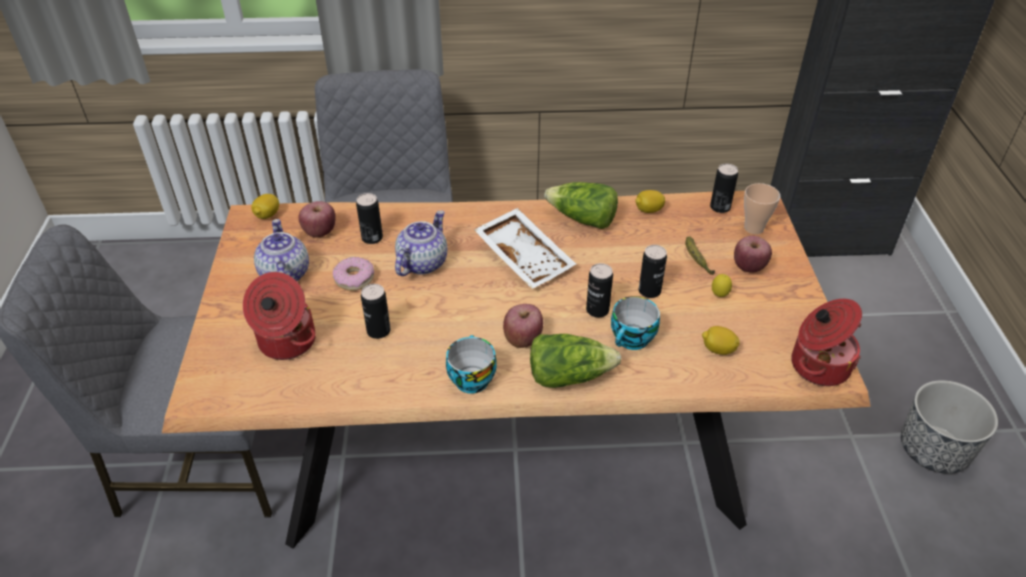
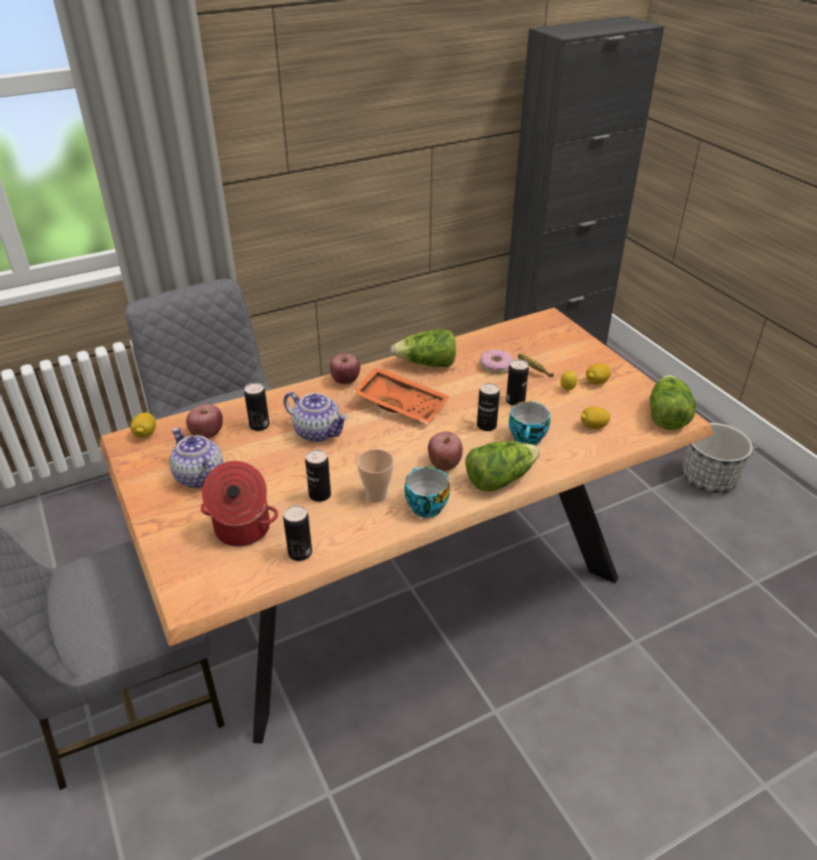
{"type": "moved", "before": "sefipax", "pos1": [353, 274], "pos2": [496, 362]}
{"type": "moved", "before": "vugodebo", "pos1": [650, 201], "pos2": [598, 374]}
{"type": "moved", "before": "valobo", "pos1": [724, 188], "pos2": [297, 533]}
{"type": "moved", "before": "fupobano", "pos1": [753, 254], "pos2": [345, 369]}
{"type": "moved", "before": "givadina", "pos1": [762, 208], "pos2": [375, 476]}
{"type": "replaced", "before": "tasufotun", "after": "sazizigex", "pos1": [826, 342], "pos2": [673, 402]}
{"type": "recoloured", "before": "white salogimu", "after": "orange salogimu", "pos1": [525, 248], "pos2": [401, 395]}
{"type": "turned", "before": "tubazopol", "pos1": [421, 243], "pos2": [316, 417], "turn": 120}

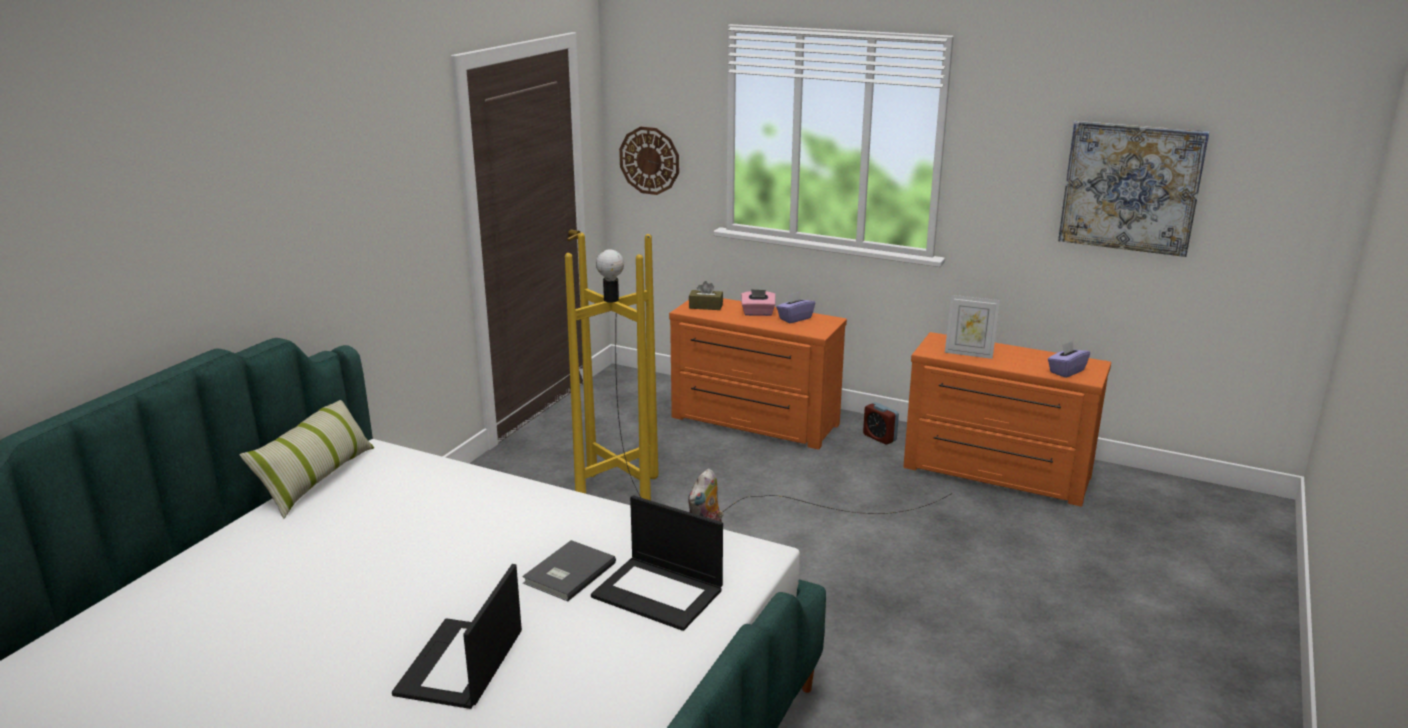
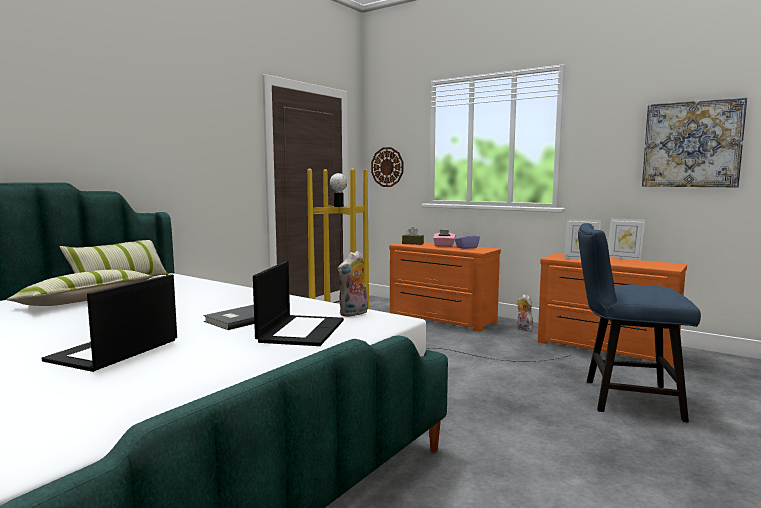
{"type": "removed", "before": "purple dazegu", "pos1": [1069, 359]}
{"type": "added", "after": "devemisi", "pos2": [80, 288]}
{"type": "added", "after": "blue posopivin", "pos2": [639, 322]}
{"type": "added", "after": "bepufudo", "pos2": [626, 239]}
{"type": "replaced", "before": "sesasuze", "after": "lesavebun", "pos1": [881, 423], "pos2": [525, 312]}
{"type": "turned", "before": "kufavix", "pos1": [657, 563], "pos2": [298, 303], "turn": -120}

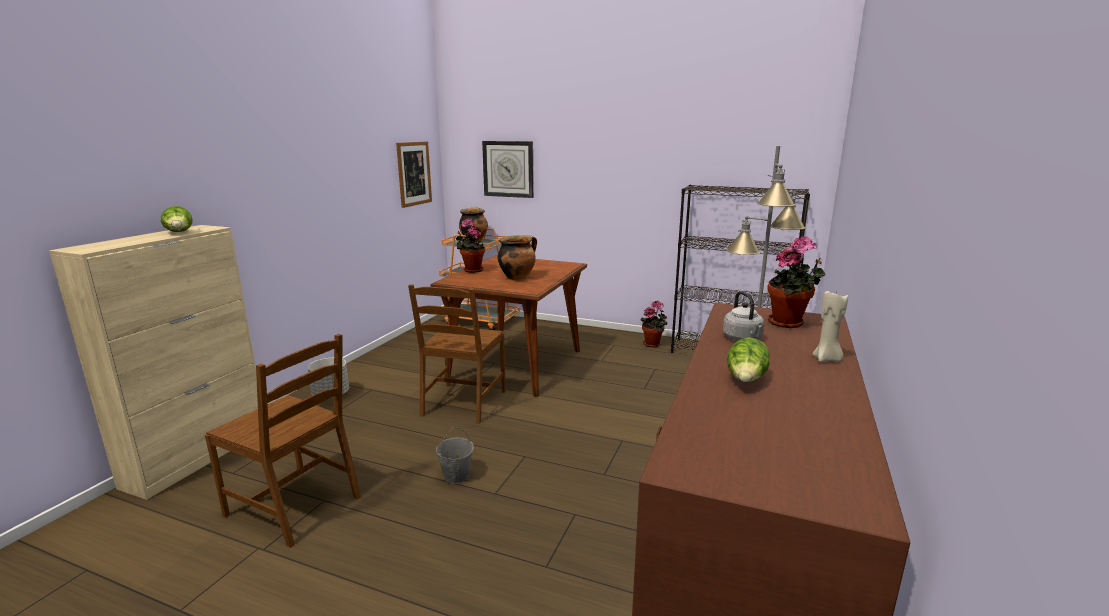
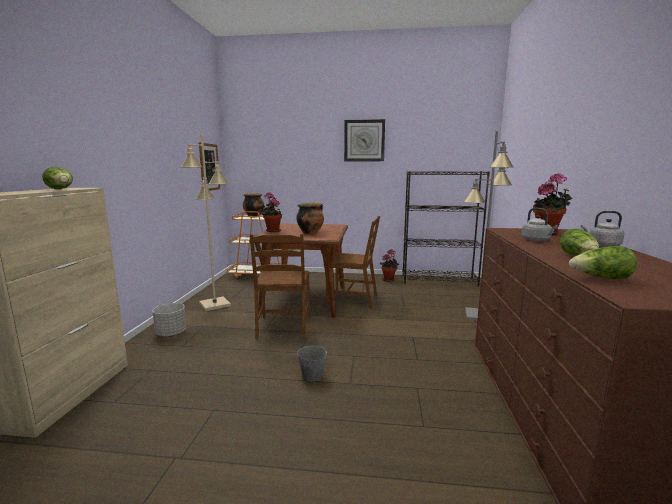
{"type": "added", "after": "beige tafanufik", "pos2": [206, 222]}
{"type": "added", "after": "sazizigex", "pos2": [603, 262]}
{"type": "moved", "before": "brown posopivin", "pos1": [283, 441], "pos2": [353, 262]}
{"type": "moved", "before": "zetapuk", "pos1": [508, 169], "pos2": [364, 140]}
{"type": "replaced", "before": "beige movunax", "after": "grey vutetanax", "pos1": [830, 326], "pos2": [603, 229]}

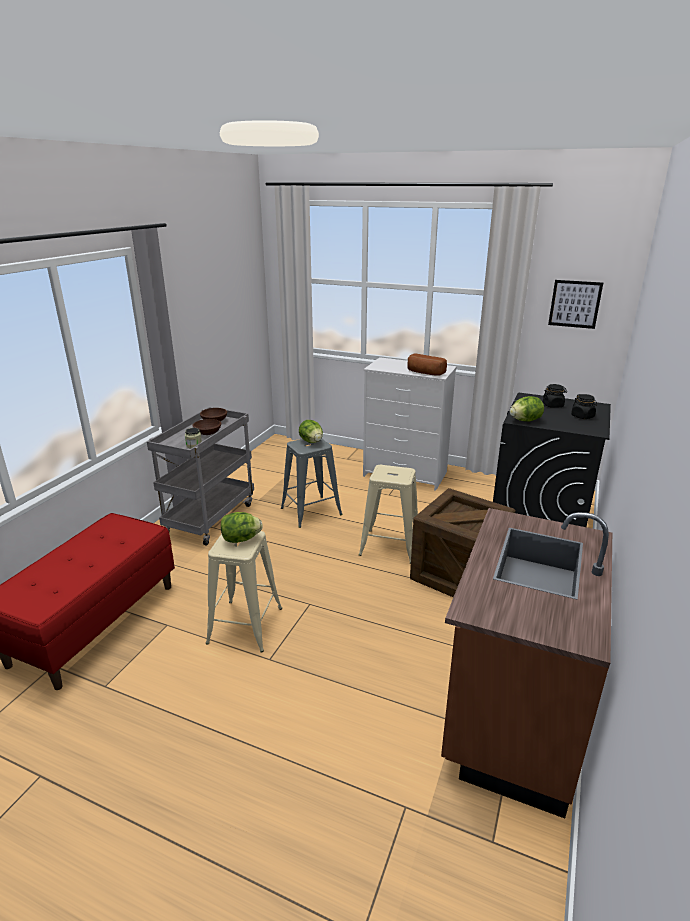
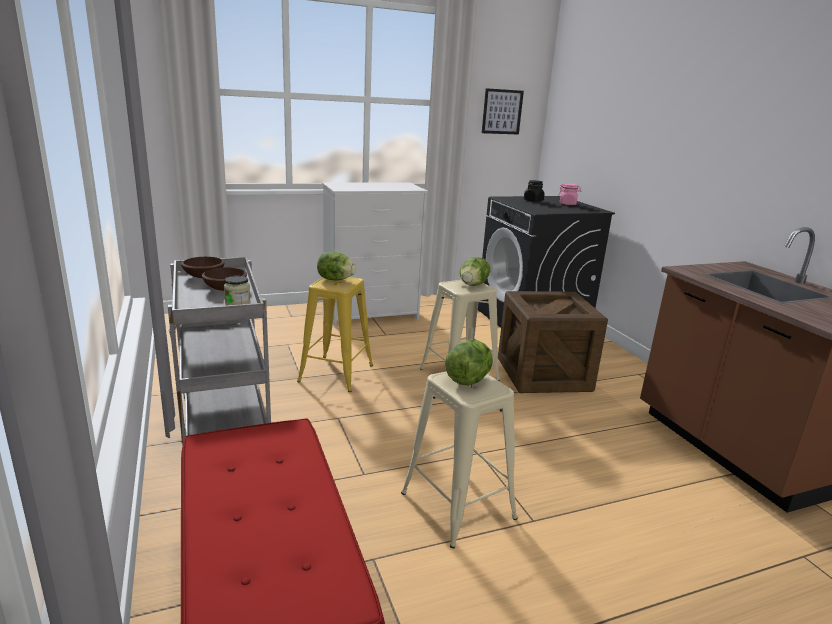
{"type": "removed", "before": "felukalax", "pos1": [427, 364]}
{"type": "moved", "before": "sazizigex", "pos1": [527, 409], "pos2": [475, 271]}
{"type": "recoloured", "before": "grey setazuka", "after": "yellow setazuka", "pos1": [312, 483], "pos2": [335, 334]}
{"type": "recoloured", "before": "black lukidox", "after": "pink lukidox", "pos1": [584, 406], "pos2": [569, 194]}

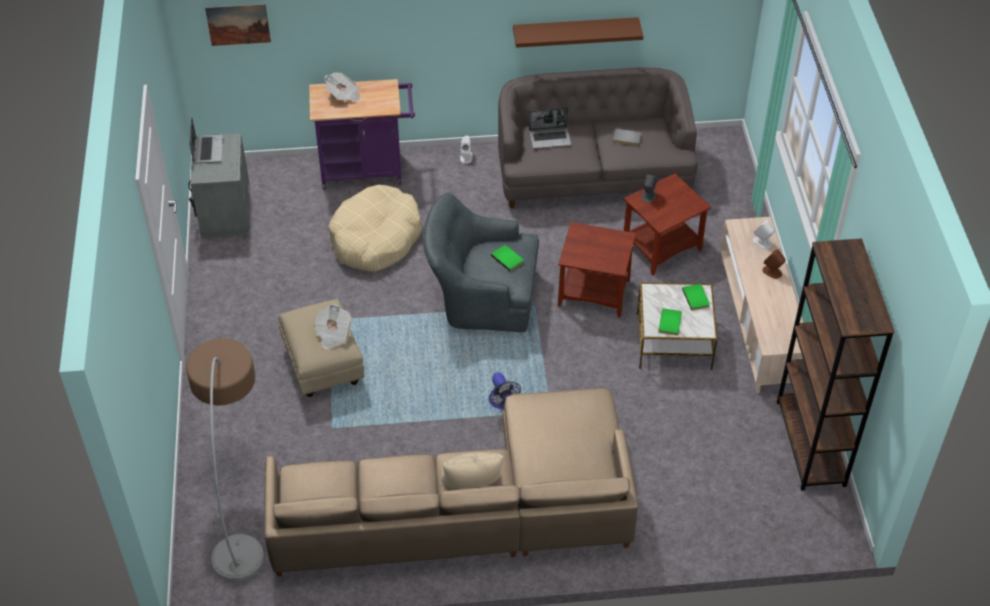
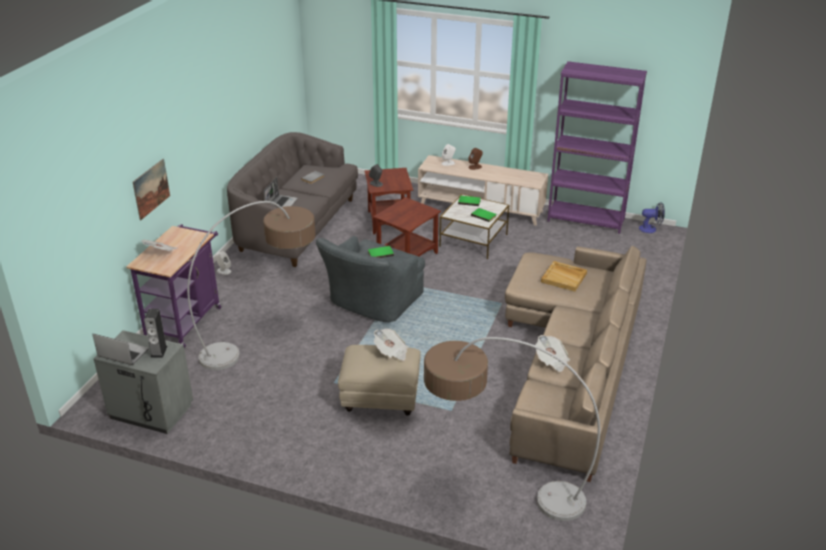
{"type": "removed", "before": "beige devemisi", "pos1": [472, 470]}
{"type": "removed", "before": "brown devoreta", "pos1": [578, 32]}
{"type": "added", "after": "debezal", "pos2": [155, 333]}
{"type": "added", "after": "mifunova", "pos2": [552, 353]}
{"type": "added", "after": "beige salogimu", "pos2": [564, 276]}
{"type": "moved", "before": "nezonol", "pos1": [238, 25], "pos2": [151, 189]}
{"type": "moved", "before": "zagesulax", "pos1": [504, 390], "pos2": [652, 217]}
{"type": "replaced", "before": "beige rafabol", "after": "tafanufik", "pos1": [375, 228], "pos2": [251, 285]}
{"type": "recoloured", "before": "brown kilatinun", "after": "purple kilatinun", "pos1": [836, 364], "pos2": [597, 147]}

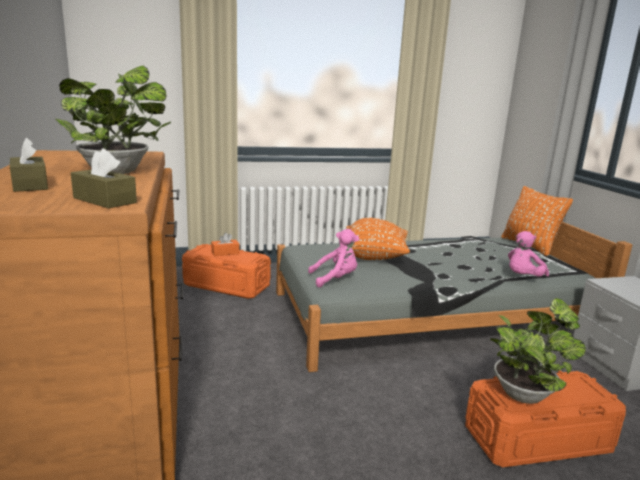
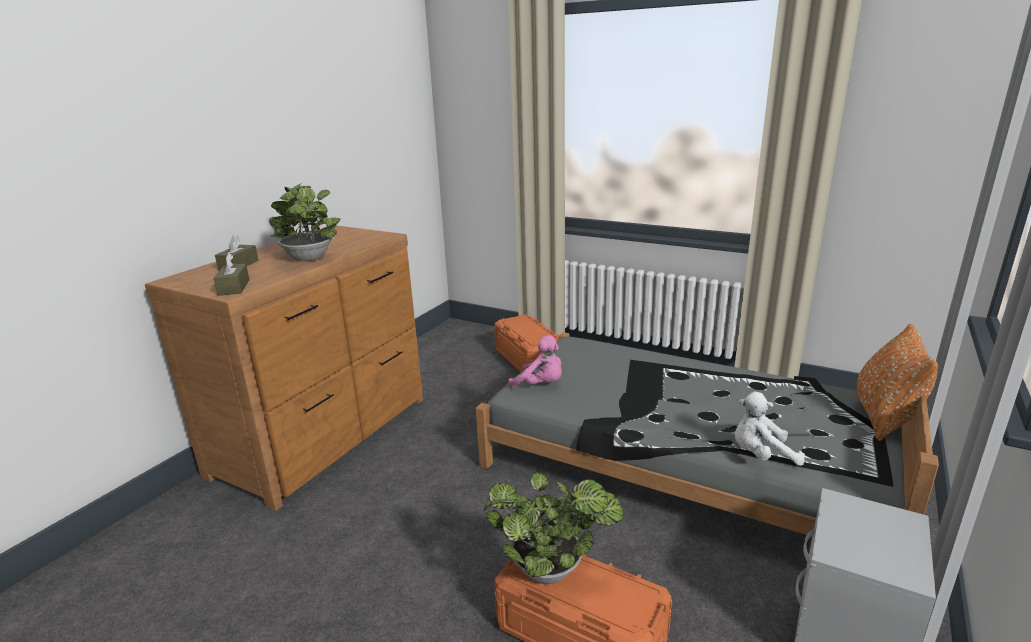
{"type": "removed", "before": "orange dazegu", "pos1": [225, 244]}
{"type": "removed", "before": "orange devemisi", "pos1": [378, 239]}
{"type": "recoloured", "before": "pink lesavebun", "after": "white lesavebun", "pos1": [528, 254], "pos2": [770, 429]}

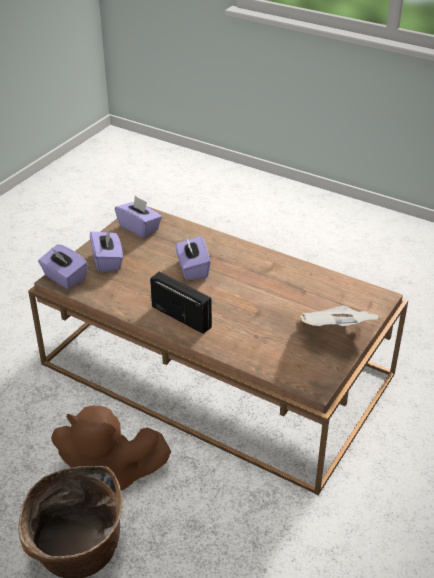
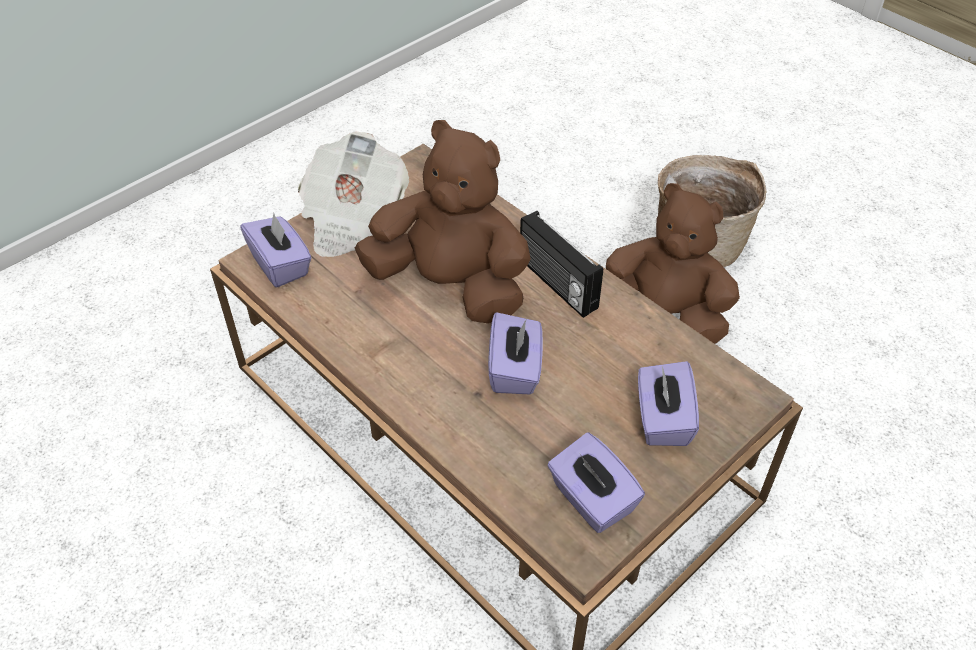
{"type": "added", "after": "brown lesavebun", "pos2": [443, 221]}
{"type": "moved", "before": "purple dazegu", "pos1": [63, 266], "pos2": [276, 250]}

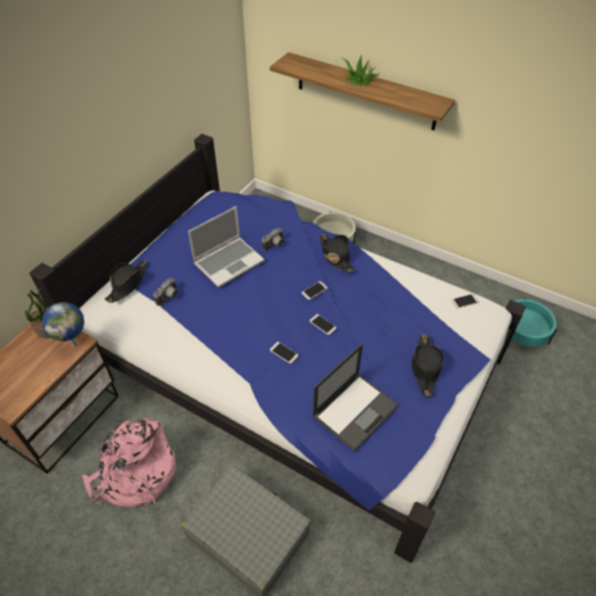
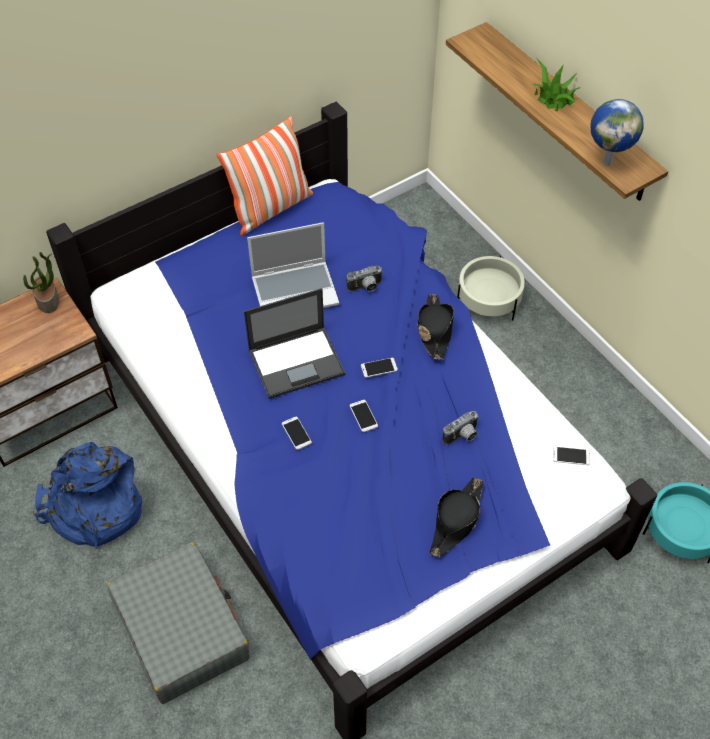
{"type": "removed", "before": "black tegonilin", "pos1": [126, 281]}
{"type": "added", "after": "devemisi", "pos2": [265, 176]}
{"type": "moved", "before": "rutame", "pos1": [63, 324], "pos2": [617, 132]}
{"type": "moved", "before": "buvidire", "pos1": [165, 292], "pos2": [460, 428]}
{"type": "moved", "before": "kufavix", "pos1": [355, 397], "pos2": [294, 343]}
{"type": "recoloured", "before": "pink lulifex", "after": "blue lulifex", "pos1": [129, 462], "pos2": [87, 495]}

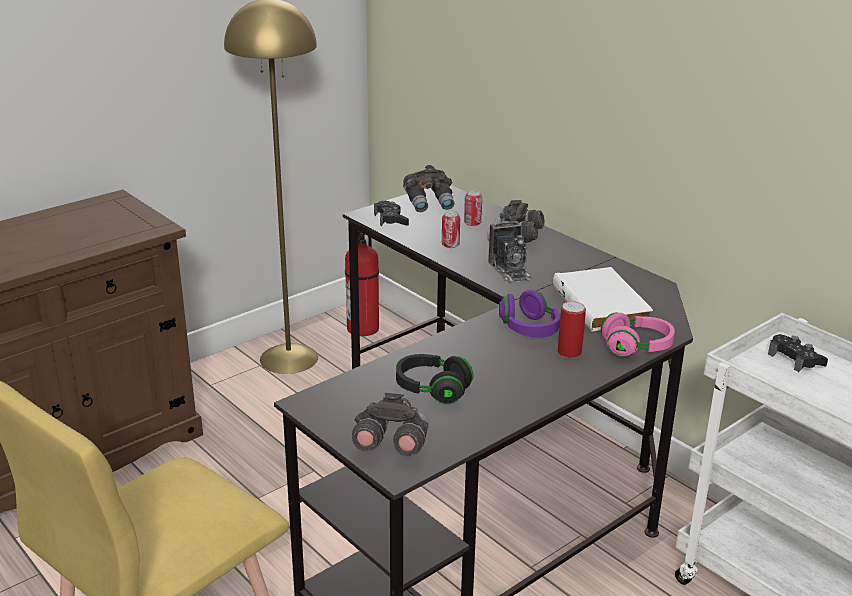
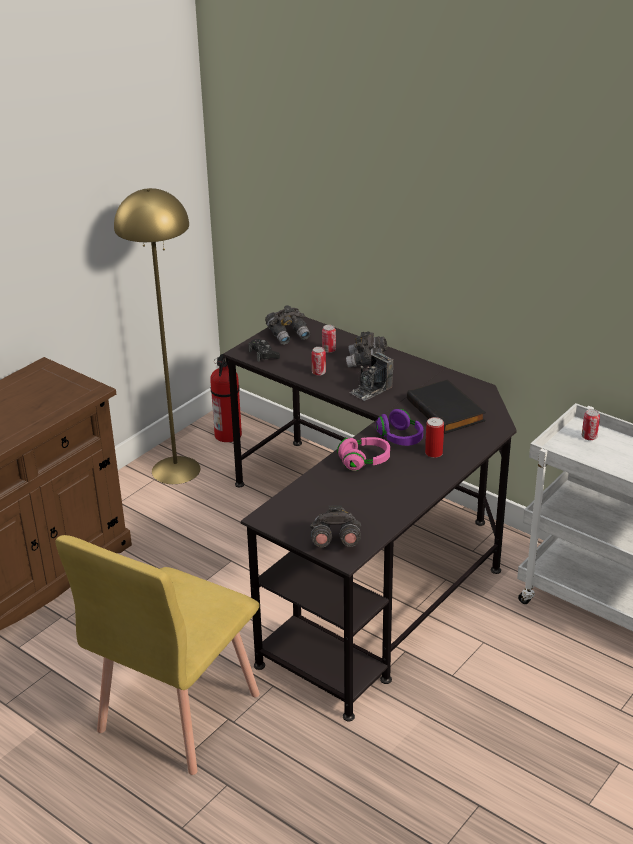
{"type": "removed", "before": "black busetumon", "pos1": [434, 379]}
{"type": "moved", "before": "pink busetumon", "pos1": [638, 334], "pos2": [363, 454]}
{"type": "replaced", "before": "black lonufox", "after": "valobo", "pos1": [798, 353], "pos2": [591, 424]}
{"type": "recoloured", "before": "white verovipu", "after": "black verovipu", "pos1": [603, 299], "pos2": [446, 406]}
{"type": "turned", "before": "buvidire", "pos1": [510, 252], "pos2": [372, 376], "turn": 75}

